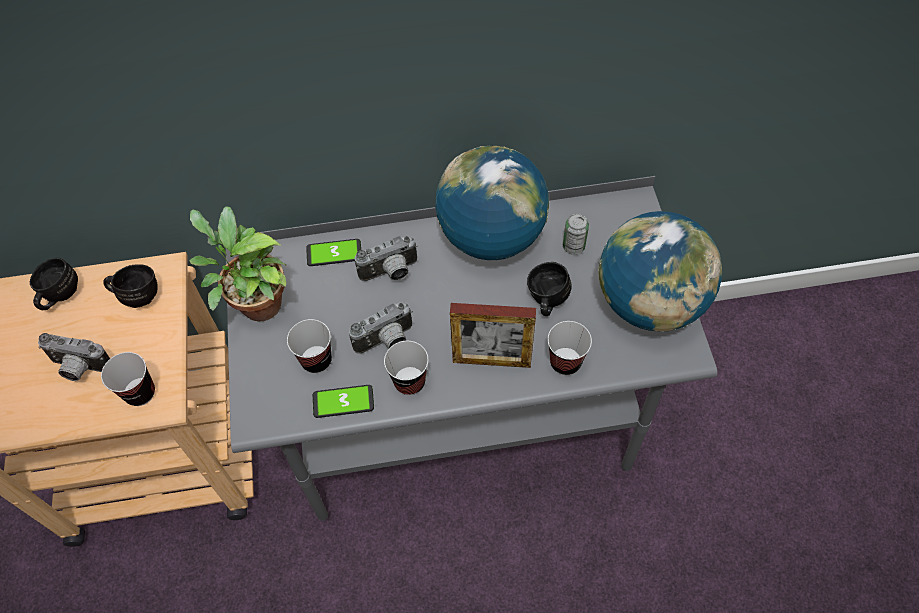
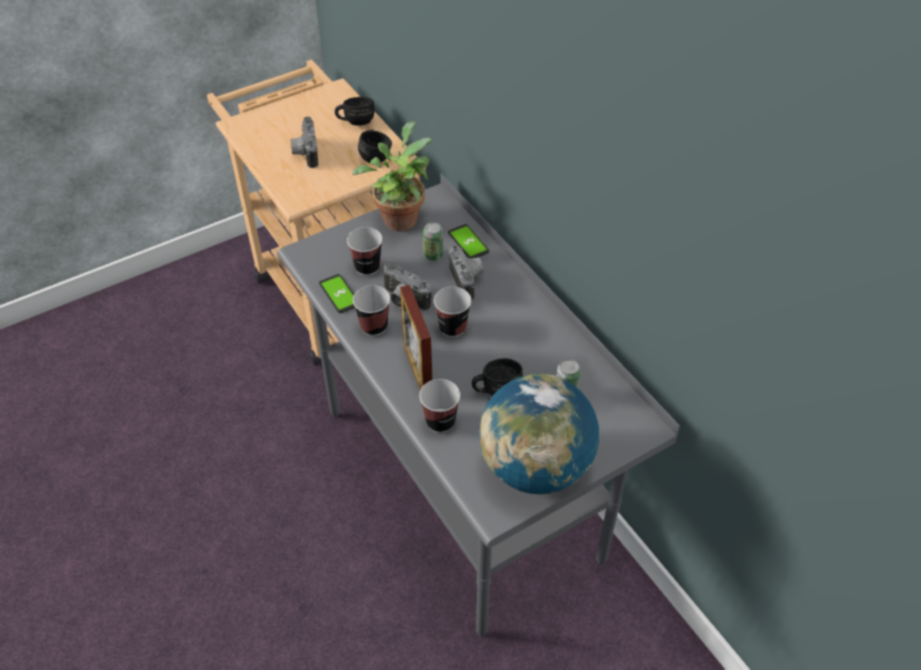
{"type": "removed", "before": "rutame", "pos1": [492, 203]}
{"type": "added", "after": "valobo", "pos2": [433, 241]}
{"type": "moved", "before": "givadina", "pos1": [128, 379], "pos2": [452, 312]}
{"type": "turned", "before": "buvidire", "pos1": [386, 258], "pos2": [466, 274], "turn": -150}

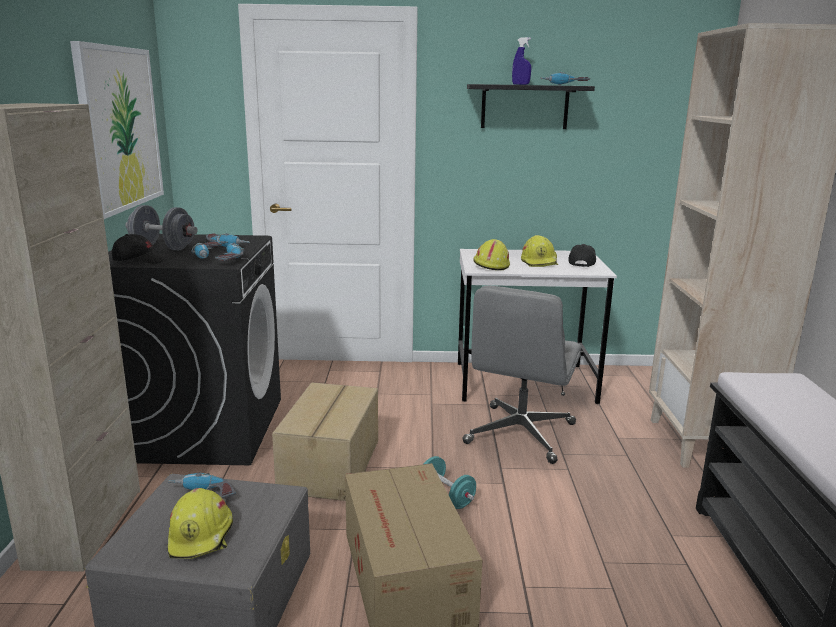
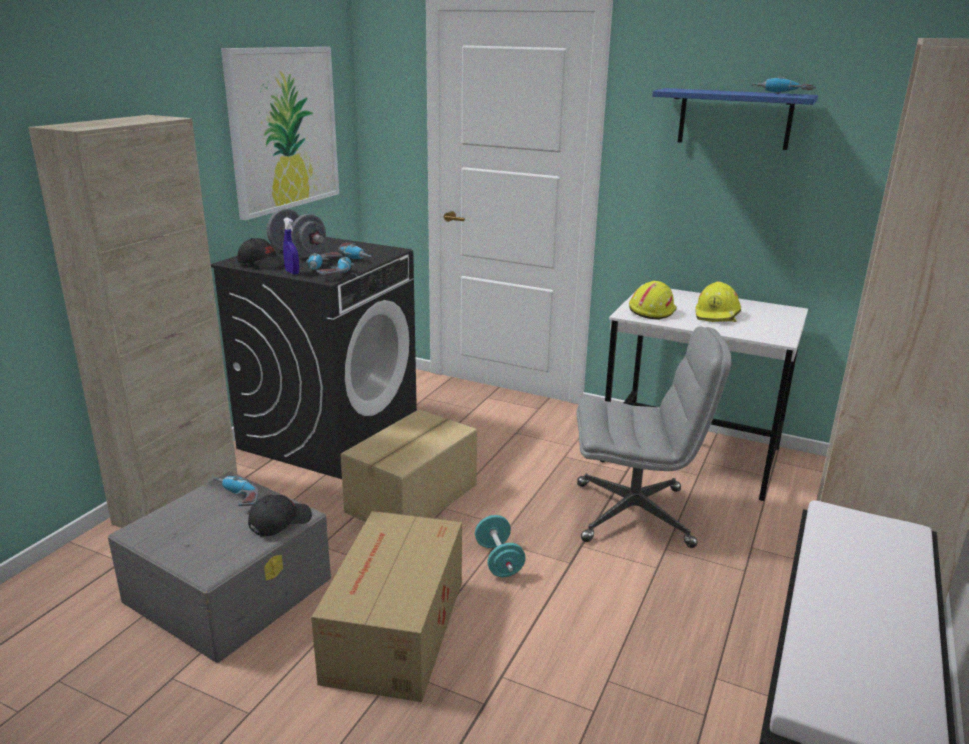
{"type": "removed", "before": "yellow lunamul", "pos1": [200, 523]}
{"type": "moved", "before": "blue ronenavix", "pos1": [521, 61], "pos2": [291, 246]}
{"type": "moved", "before": "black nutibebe", "pos1": [582, 255], "pos2": [280, 516]}
{"type": "recoloured", "before": "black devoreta", "after": "blue devoreta", "pos1": [531, 106], "pos2": [735, 119]}
{"type": "turned", "before": "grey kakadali", "pos1": [521, 375], "pos2": [654, 437], "turn": -135}

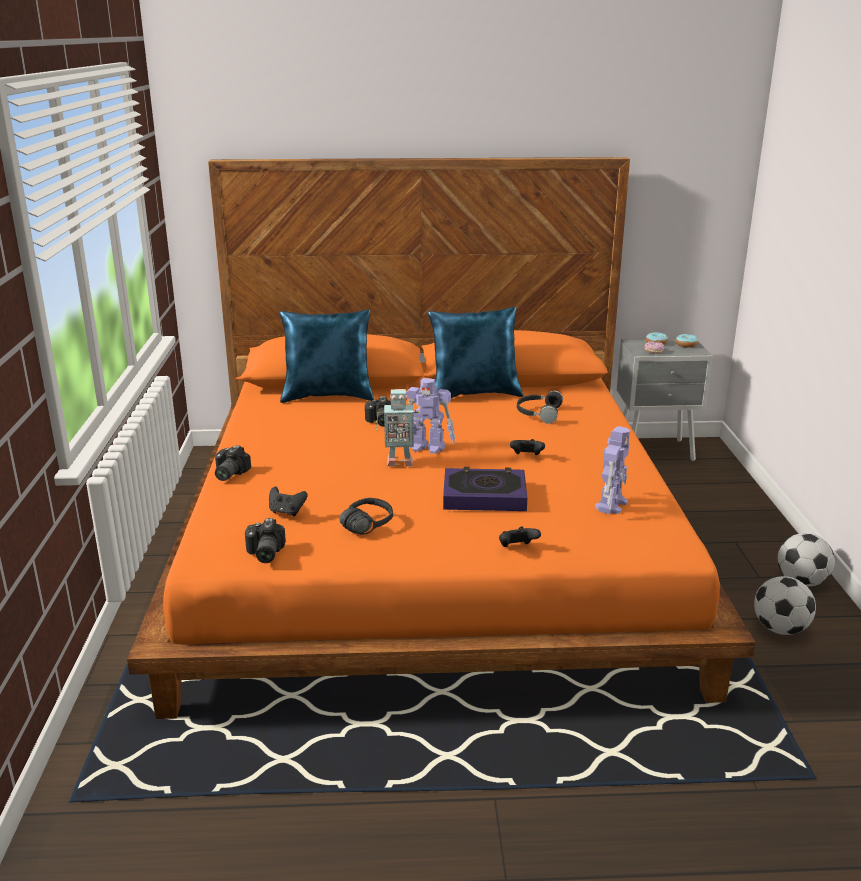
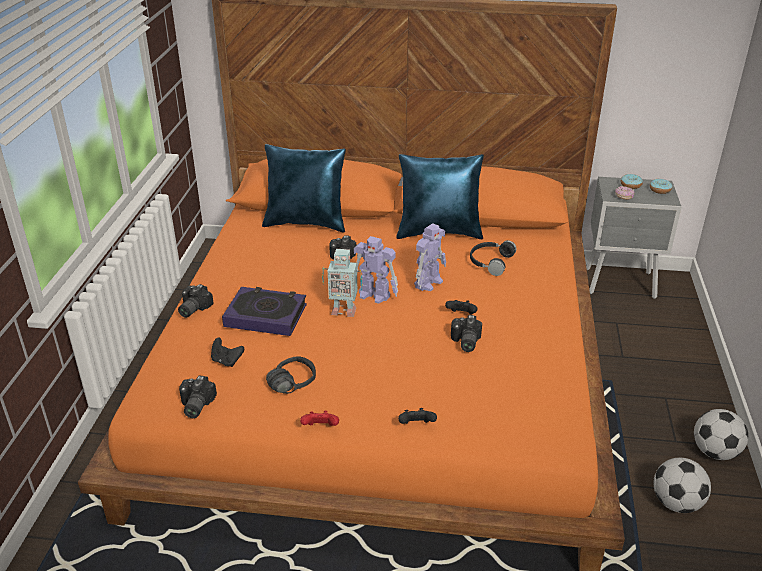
{"type": "added", "after": "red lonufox", "pos2": [319, 418]}
{"type": "added", "after": "buvidire", "pos2": [466, 333]}
{"type": "moved", "before": "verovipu", "pos1": [485, 489], "pos2": [264, 311]}
{"type": "moved", "before": "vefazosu", "pos1": [612, 470], "pos2": [430, 257]}

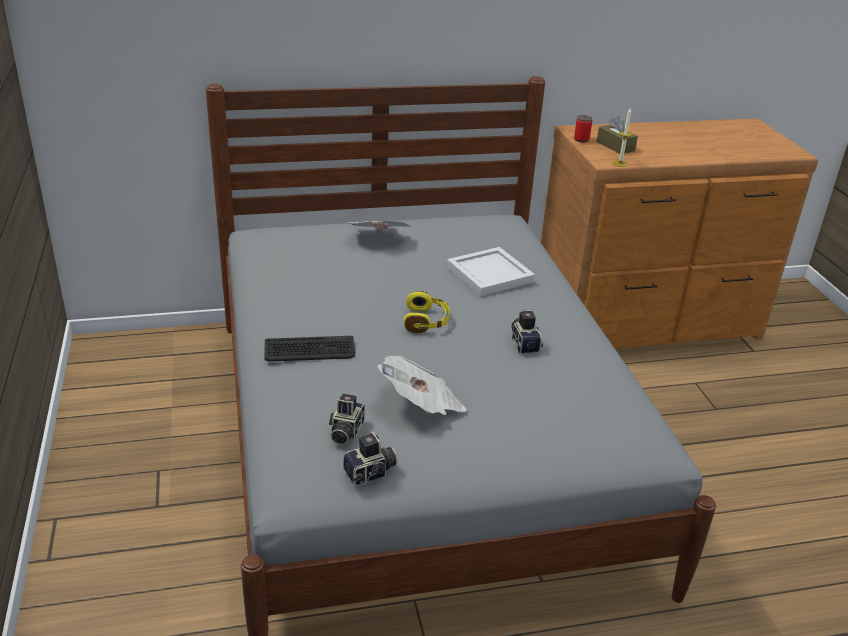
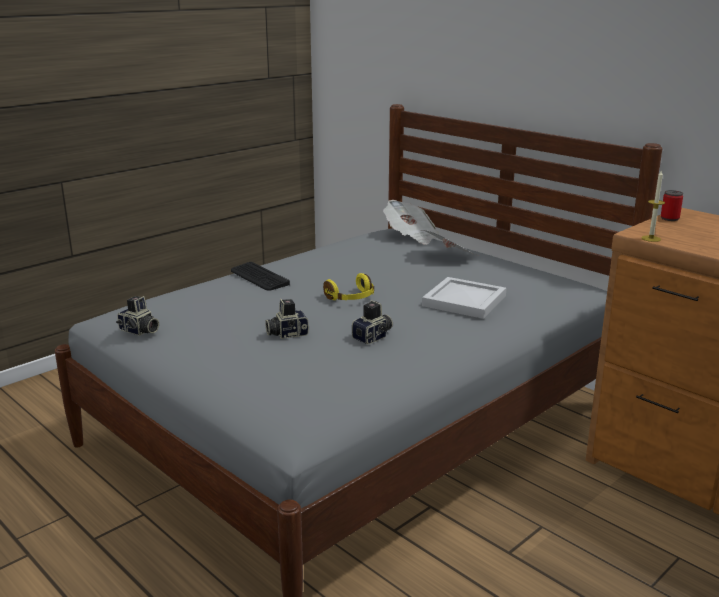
{"type": "removed", "before": "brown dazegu", "pos1": [617, 135]}
{"type": "moved", "before": "buvidire", "pos1": [347, 419], "pos2": [287, 319]}
{"type": "moved", "before": "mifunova", "pos1": [422, 385], "pos2": [411, 222]}

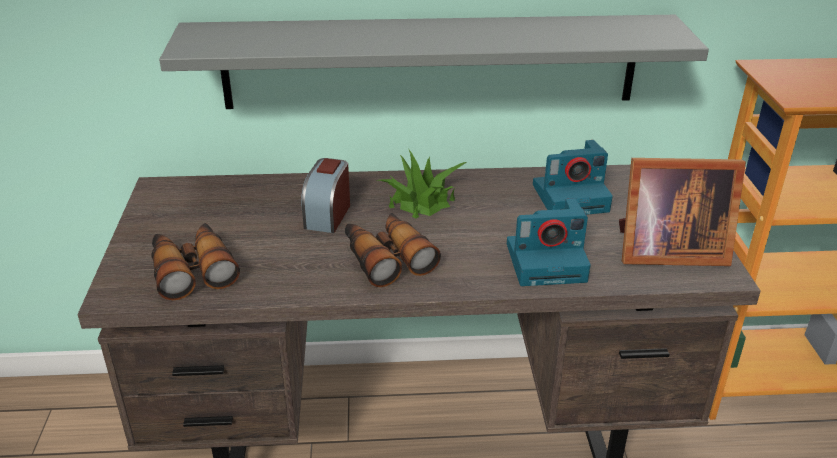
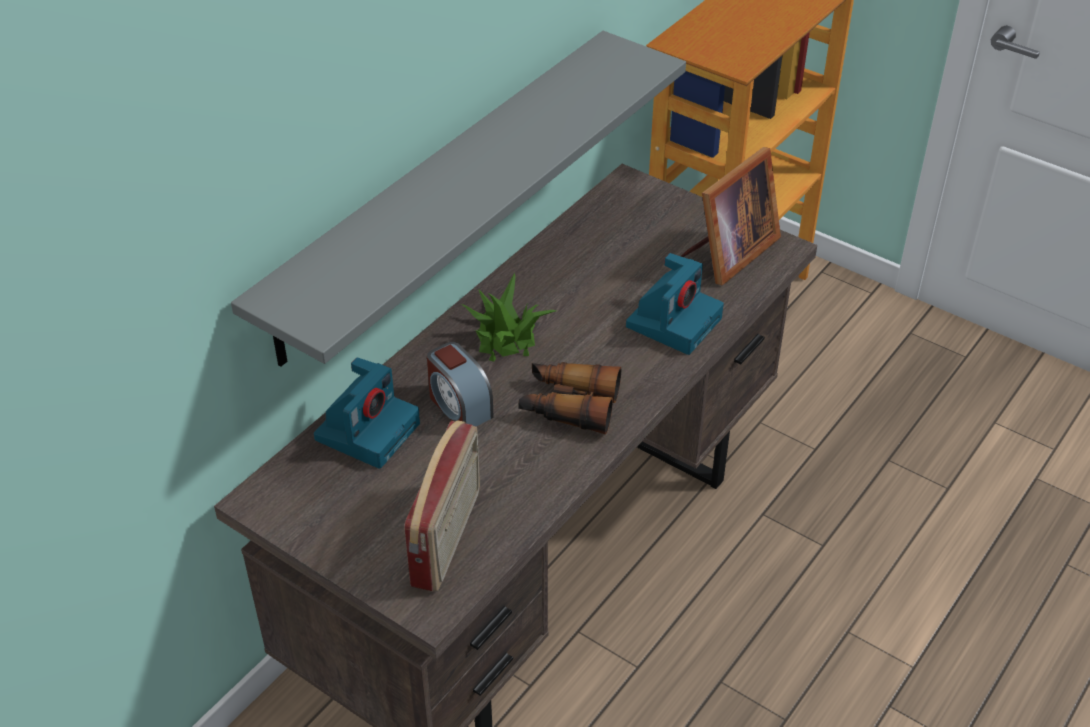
{"type": "moved", "before": "buvidire", "pos1": [573, 177], "pos2": [367, 413]}
{"type": "replaced", "before": "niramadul", "after": "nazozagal", "pos1": [196, 261], "pos2": [442, 505]}

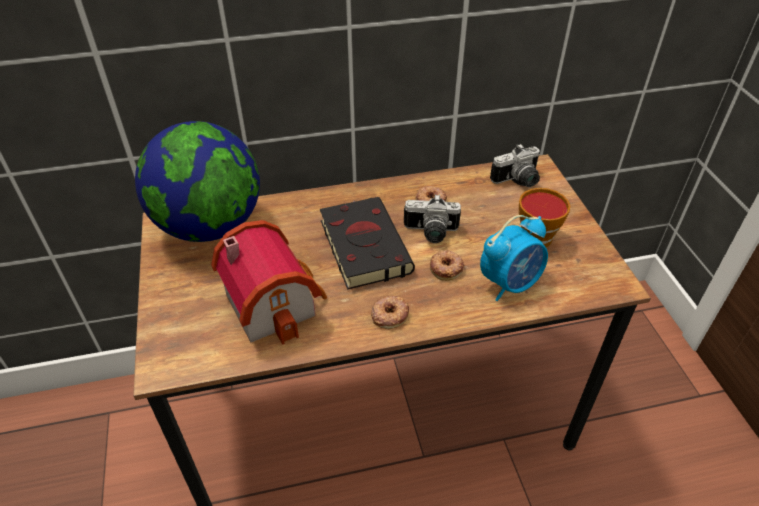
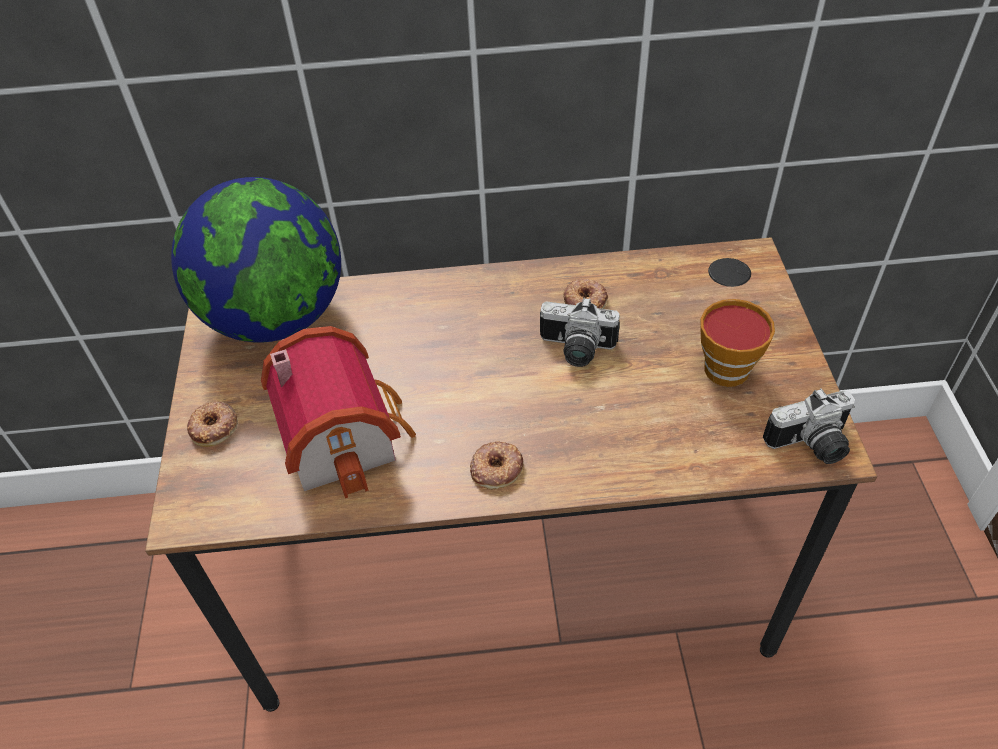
{"type": "removed", "before": "black verovipu", "pos1": [367, 243]}
{"type": "removed", "before": "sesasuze", "pos1": [514, 258]}
{"type": "moved", "before": "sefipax", "pos1": [447, 265], "pos2": [212, 424]}
{"type": "moved", "before": "buvidire", "pos1": [515, 165], "pos2": [809, 426]}

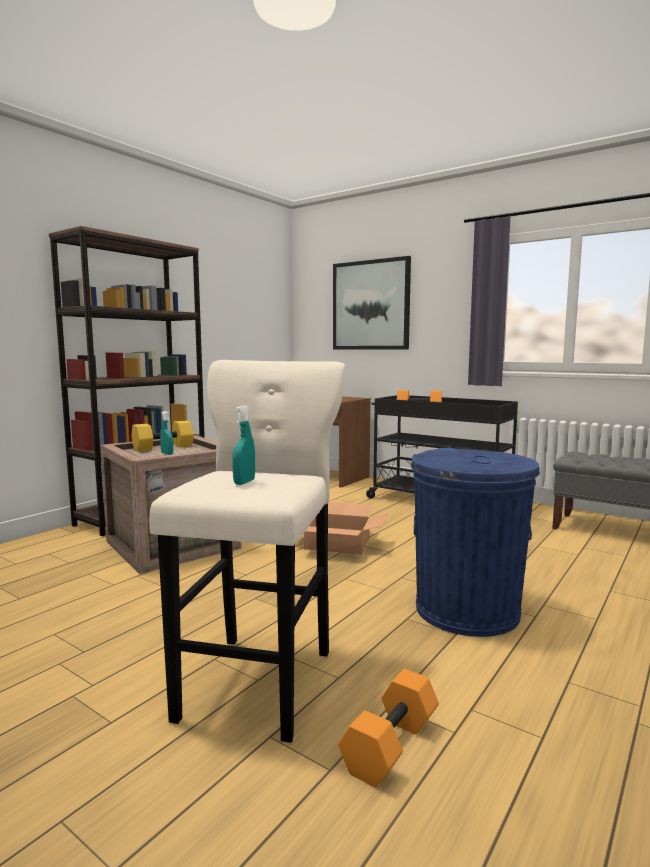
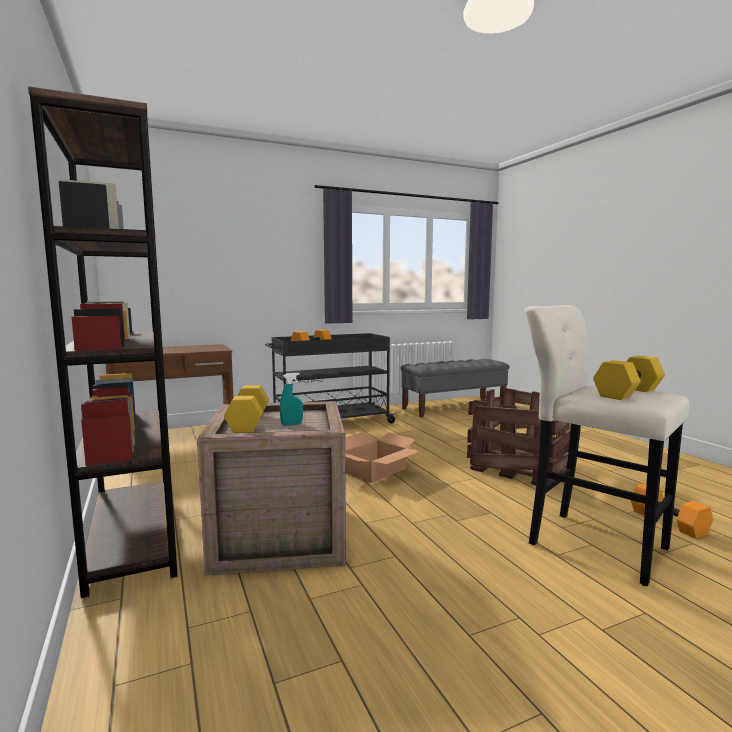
{"type": "removed", "before": "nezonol", "pos1": [372, 303]}
{"type": "replaced", "before": "turquoise ronenavix", "after": "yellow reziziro", "pos1": [243, 445], "pos2": [629, 378]}
{"type": "replaced", "before": "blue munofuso", "after": "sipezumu", "pos1": [475, 542], "pos2": [518, 436]}

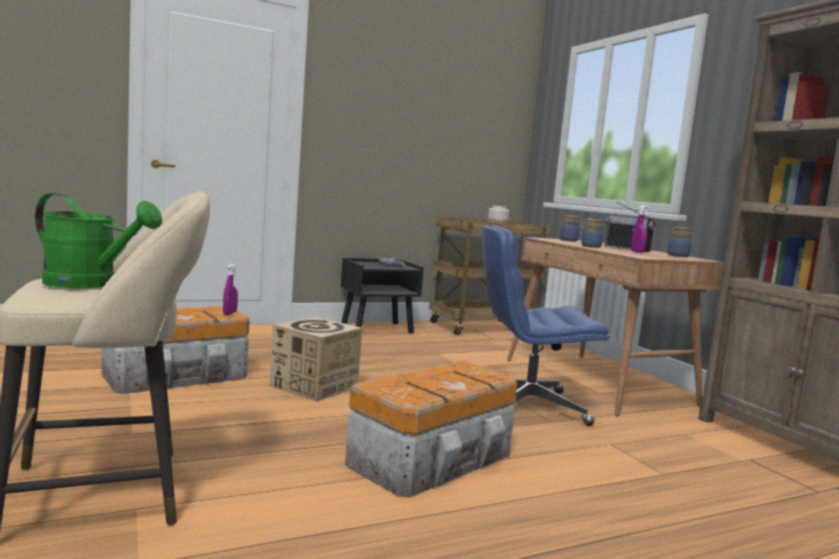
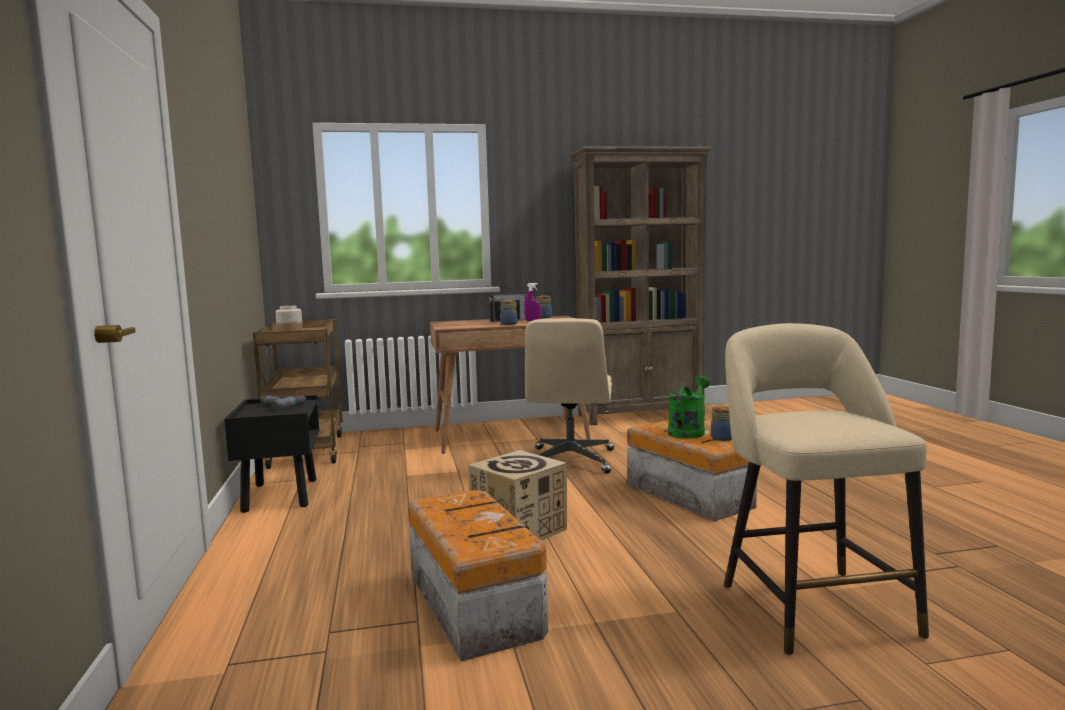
{"type": "removed", "before": "purple ronenavix", "pos1": [230, 289]}
{"type": "moved", "before": "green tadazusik", "pos1": [98, 240], "pos2": [689, 407]}
{"type": "moved", "before": "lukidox", "pos1": [570, 228], "pos2": [721, 423]}
{"type": "recoloured", "before": "blue kakadali", "after": "beige kakadali", "pos1": [545, 325], "pos2": [569, 396]}

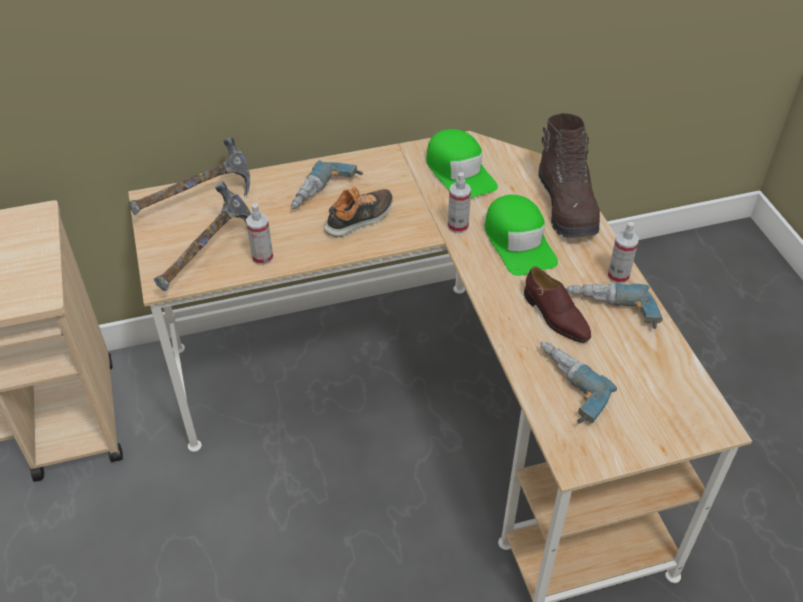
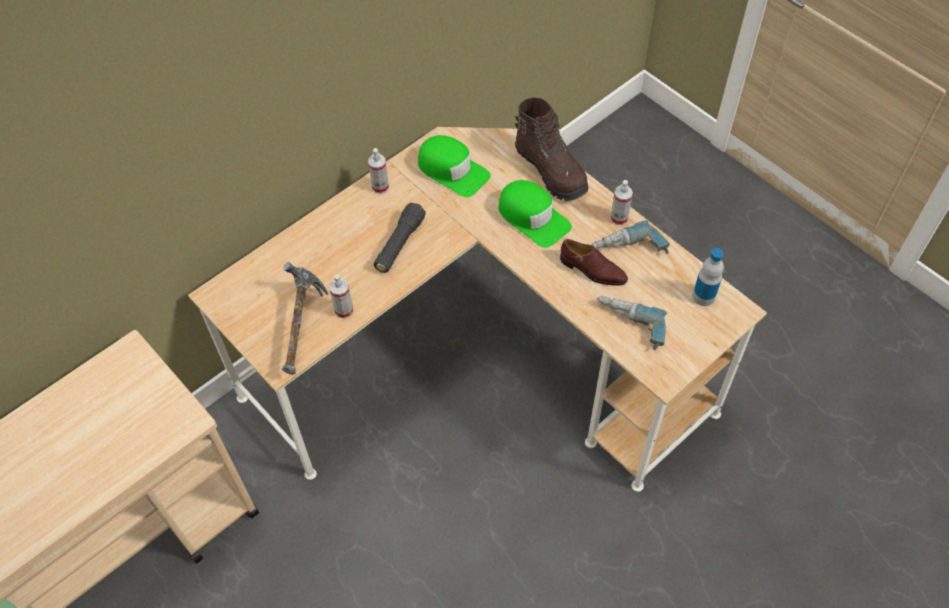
{"type": "removed", "before": "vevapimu", "pos1": [189, 176]}
{"type": "removed", "before": "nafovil", "pos1": [327, 184]}
{"type": "added", "after": "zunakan", "pos2": [708, 277]}
{"type": "moved", "before": "ronenavix", "pos1": [459, 202], "pos2": [378, 171]}
{"type": "replaced", "before": "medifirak", "after": "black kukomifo", "pos1": [358, 212], "pos2": [400, 237]}

